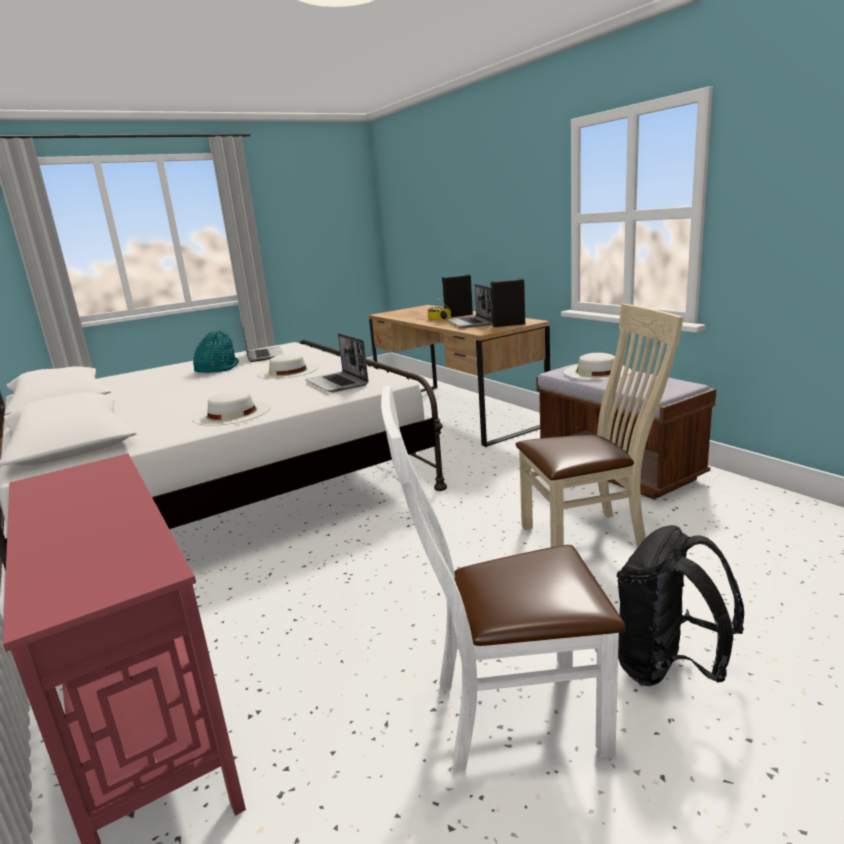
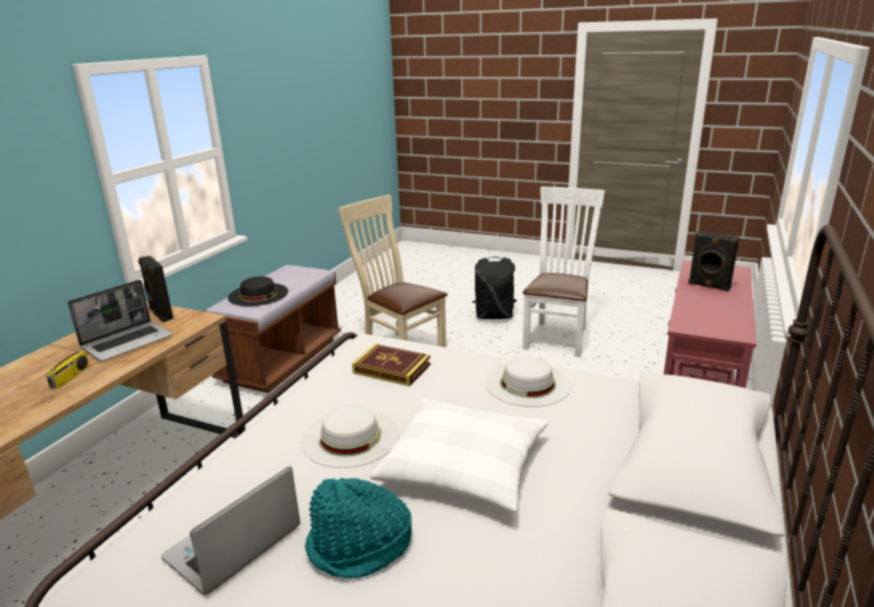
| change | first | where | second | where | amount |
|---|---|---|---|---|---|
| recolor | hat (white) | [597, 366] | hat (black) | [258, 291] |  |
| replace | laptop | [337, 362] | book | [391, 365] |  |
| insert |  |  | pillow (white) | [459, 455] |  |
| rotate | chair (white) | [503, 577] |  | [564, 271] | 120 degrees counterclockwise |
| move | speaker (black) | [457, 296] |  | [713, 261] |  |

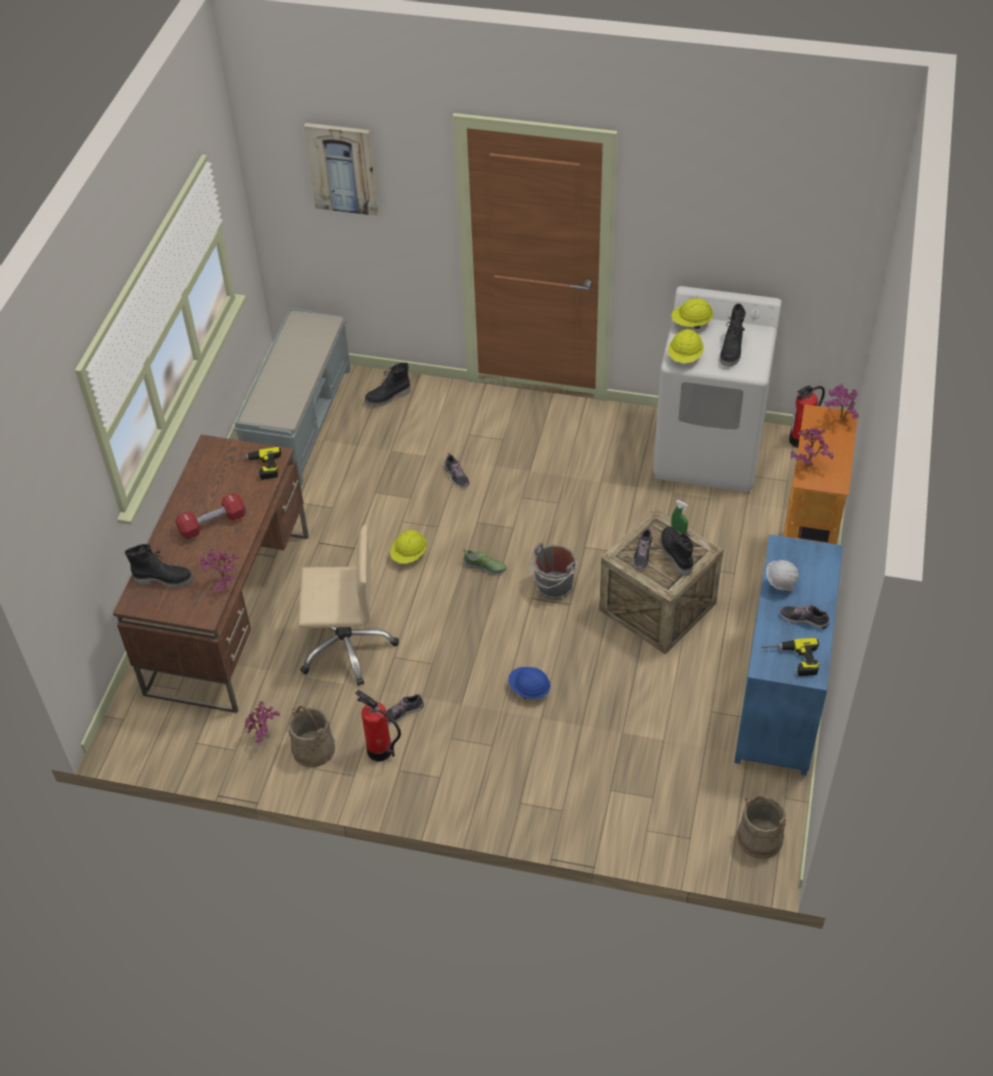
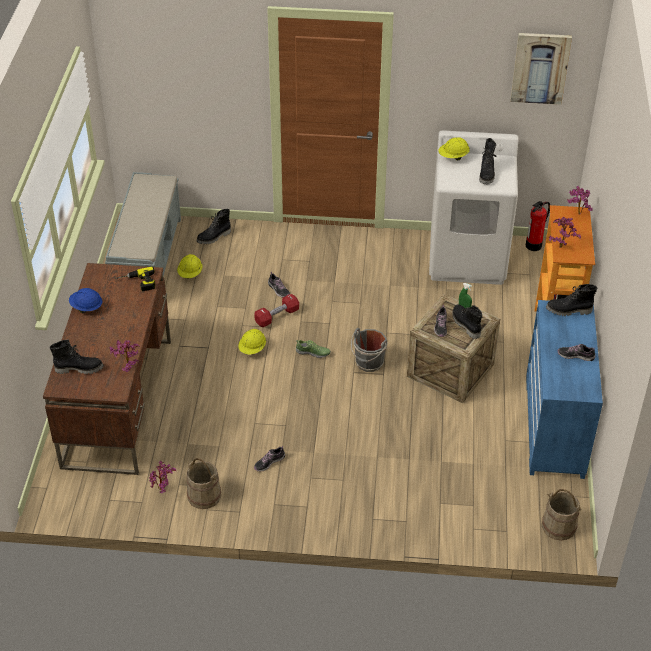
| change | first | where | second | where | amount |
|---|---|---|---|---|---|
| move | hard hat (blue) | [529, 683] |  | [86, 300] |  |
| move | hard hat (yellow) | [686, 346] |  | [190, 266] |  |
| move | dumbbell (red) | [211, 516] |  | [276, 310] |  |
| move | picture | [341, 169] |  | [541, 69] |  |
| insert |  |  | boot (black) | [571, 300] |  |
| delete | office chair (beige) | [348, 605] |  |  |  |
| delete | fire extinguisher | [378, 726] |  |  |  |
| delete | power drill | [790, 657] |  |  |  |
| delete | hard hat (white) | [782, 575] |  |  |  |

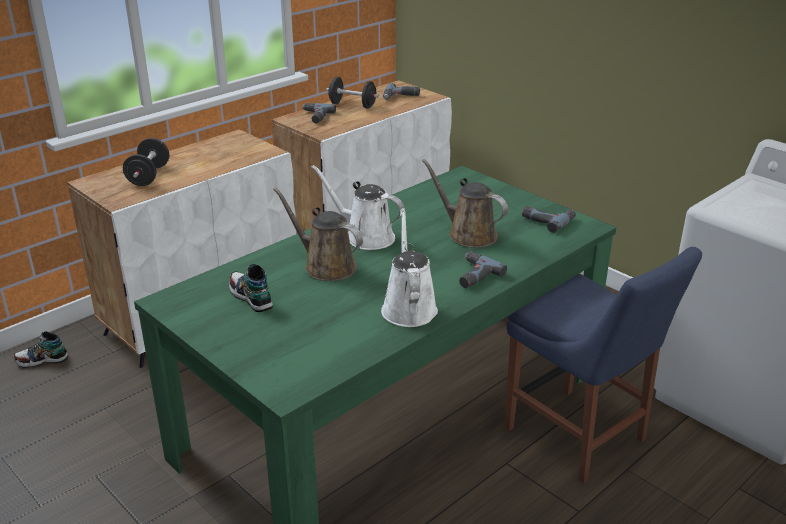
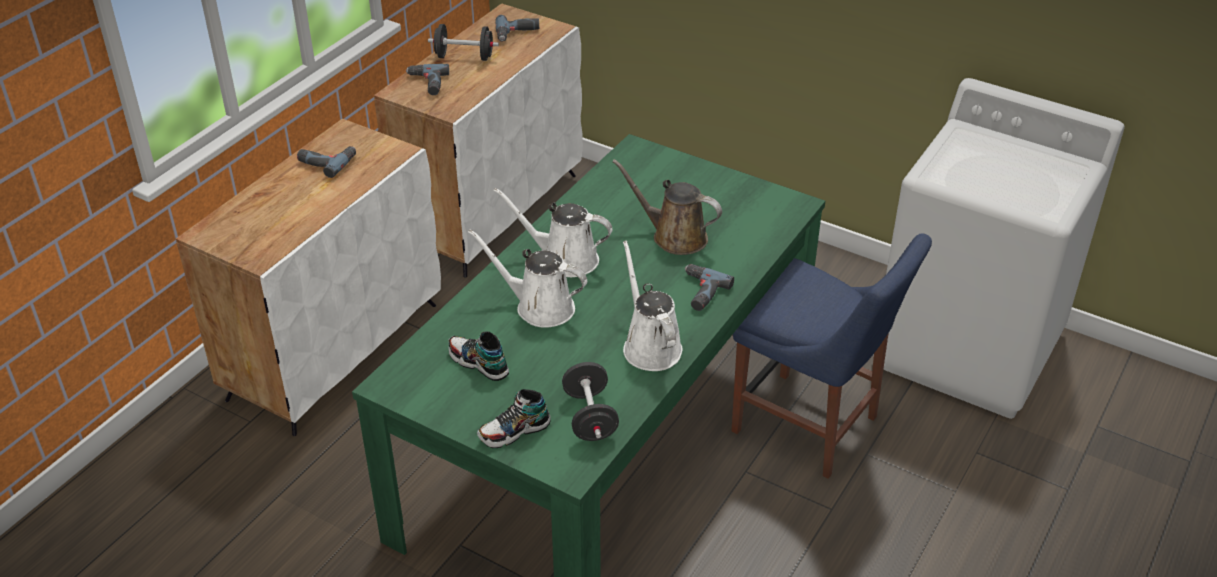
| change | first | where | second | where | amount |
|---|---|---|---|---|---|
| move | power drill | [549, 219] |  | [326, 162] |  |
| recolor | watering can (brown) | [318, 234] | watering can (white) | [527, 278] |  |
| move | shoe | [40, 349] |  | [514, 418] |  |
| move | dumbbell (black) | [146, 162] |  | [590, 401] |  |

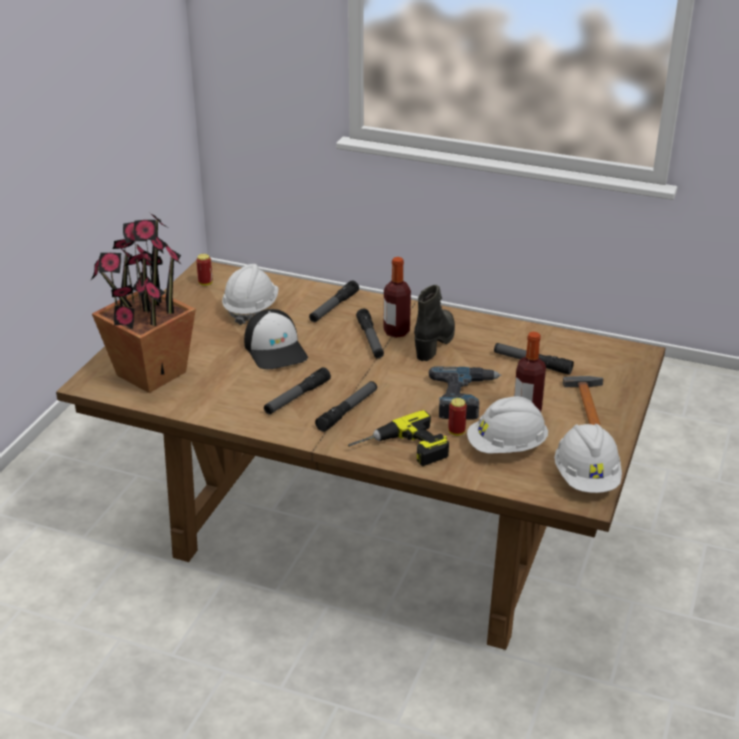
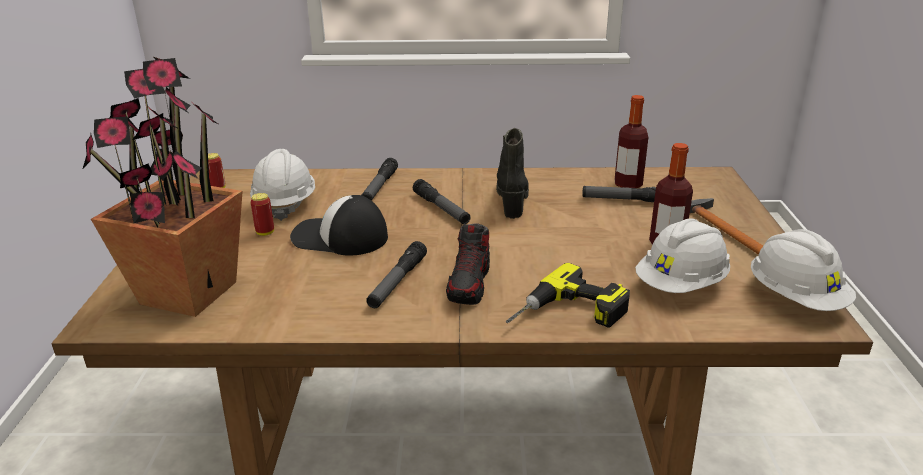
| change | first | where | second | where | amount |
|---|---|---|---|---|---|
| move | can | [457, 417] |  | [262, 214] |  |
| rotate | cap | [276, 339] |  | [339, 225] | 150 degrees clockwise |
| replace | flashlight | [346, 406] | shoe | [468, 264] |  |
| move | bottle | [397, 297] |  | [631, 141] |  |
| delete | power drill | [465, 393] |  |  |  |

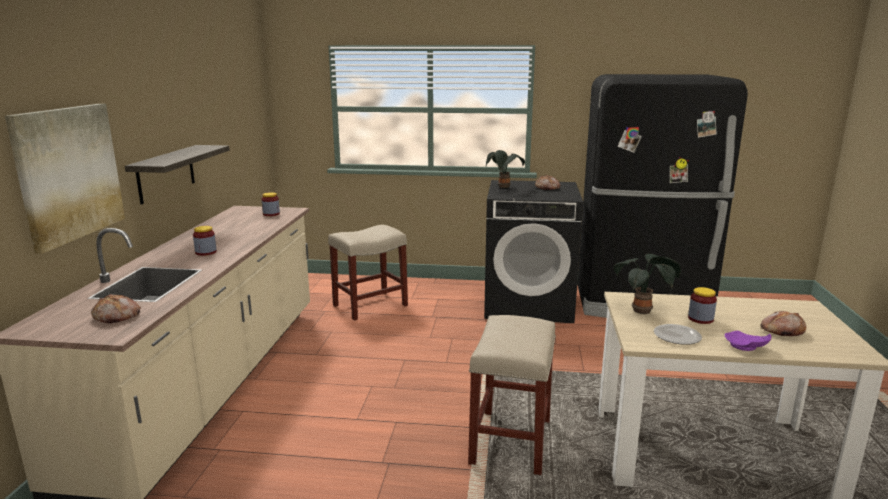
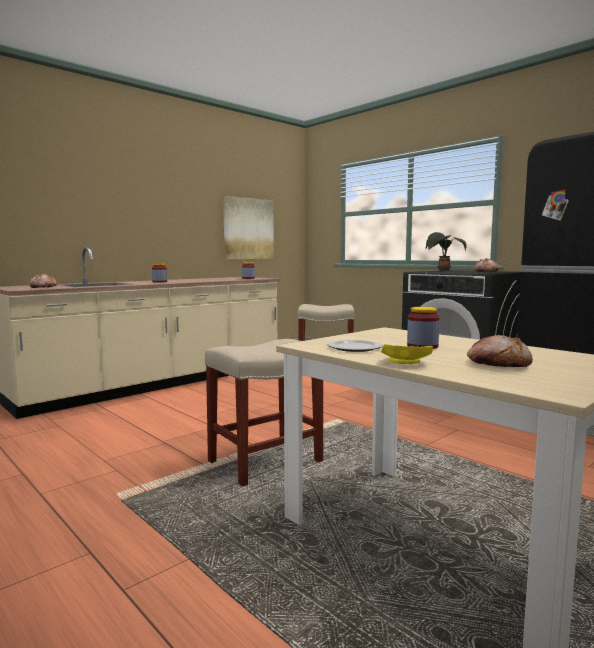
| change | first | where | second | where | amount |
|---|---|---|---|---|---|
| move | picture | [65, 179] |  | [248, 227] |  |
| recolor | plate (purple) | [748, 341] | plate (yellow) | [407, 354] |  |
| delete | shelf | [177, 174] |  |  |  |
| delete | potted plant | [647, 284] |  |  |  |

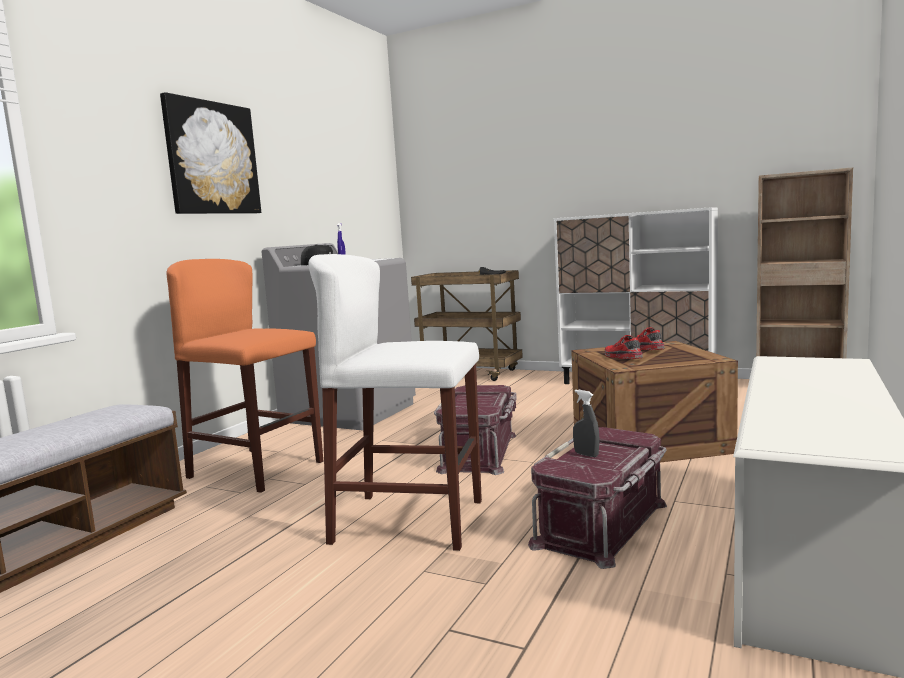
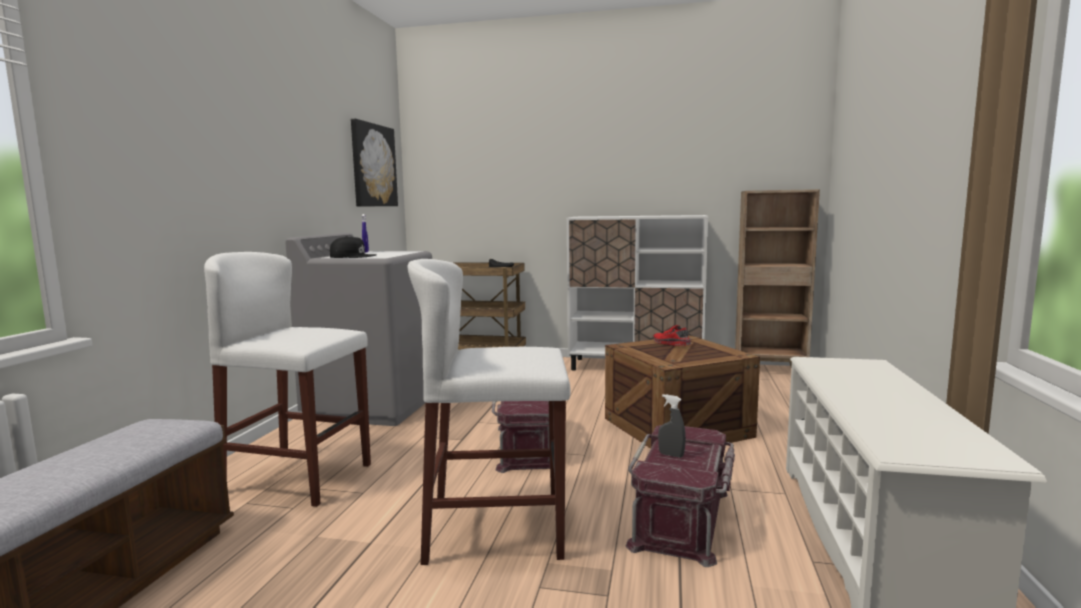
| change | first | where | second | where | amount |
|---|---|---|---|---|---|
| recolor | stool (orange) | [244, 376] | stool (white) | [287, 379] |  |
| move | picture | [210, 153] |  | [374, 162] |  |
| delete | shoe (red) | [624, 347] |  |  |  |

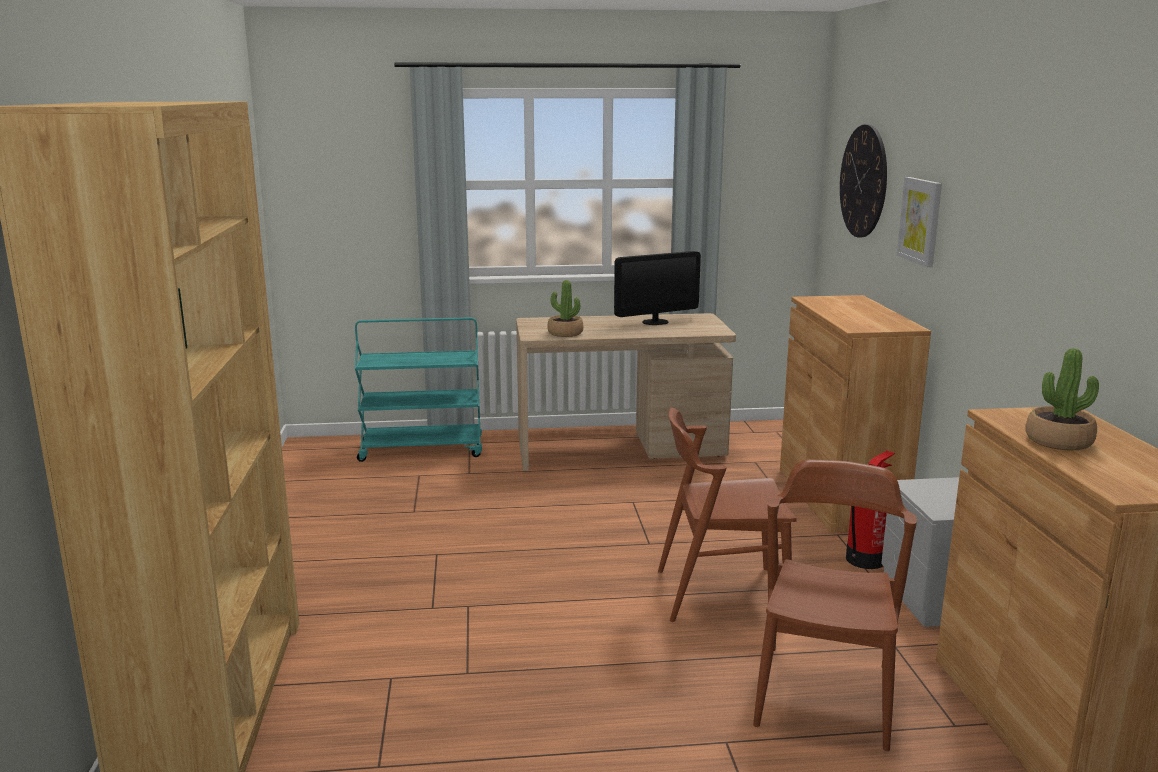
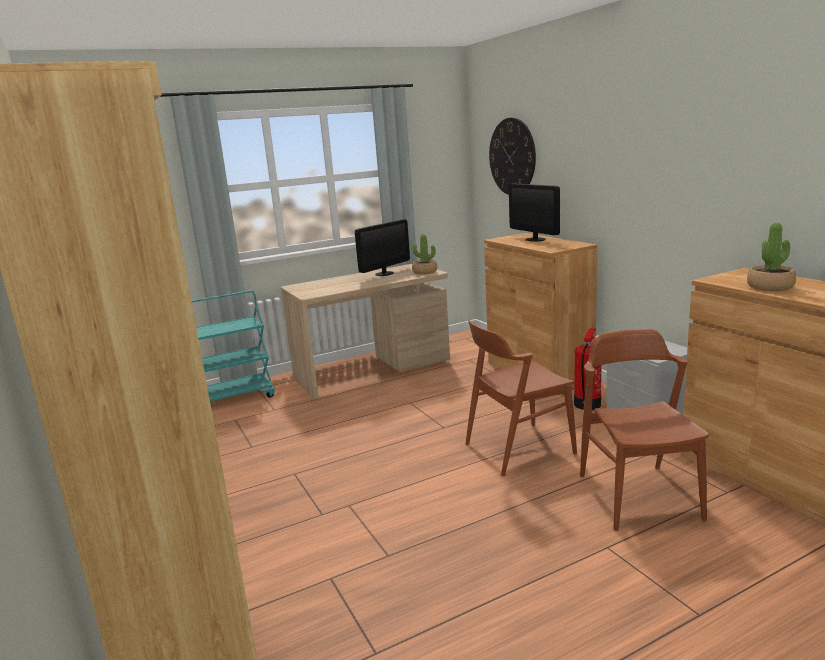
| change | first | where | second | where | amount |
|---|---|---|---|---|---|
| move | potted plant | [565, 308] |  | [424, 254] |  |
| insert |  |  | monitor | [534, 213] |  |
| delete | picture | [919, 222] |  |  |  |

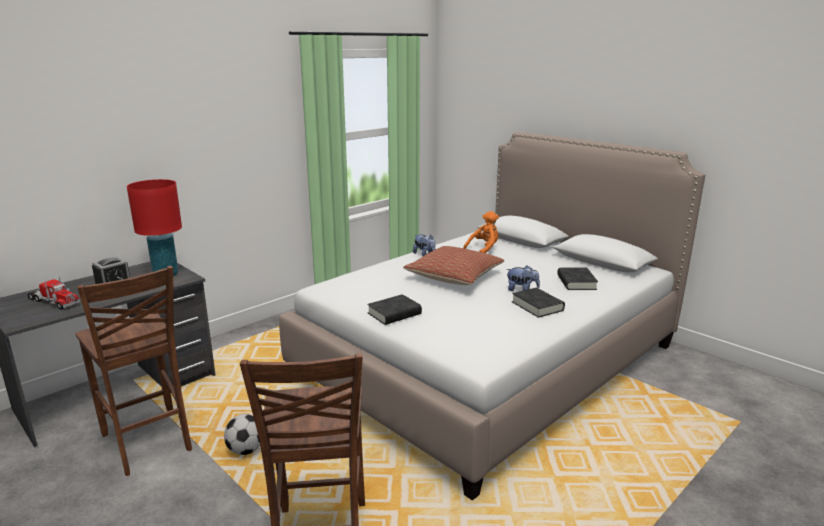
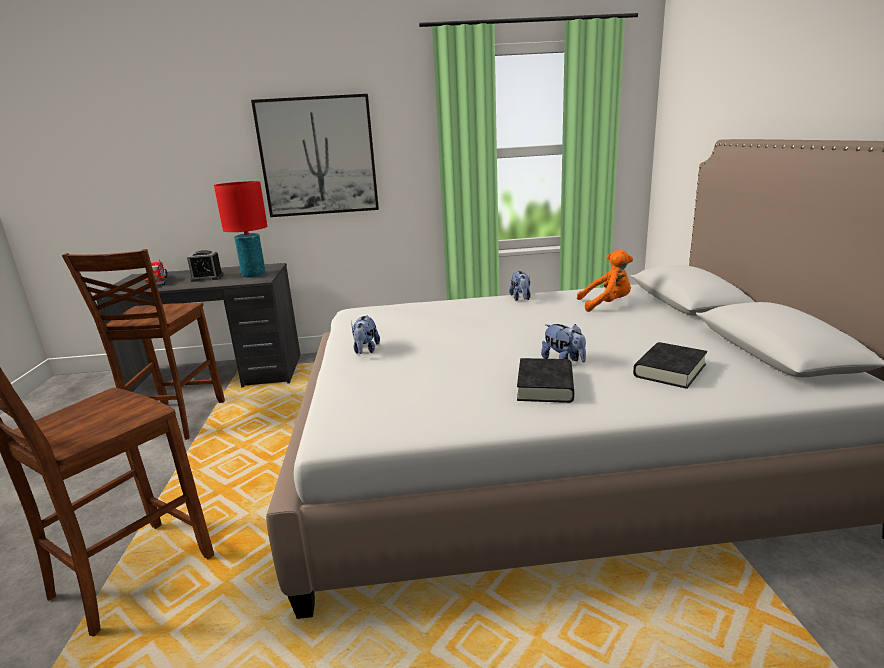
| change | first | where | second | where | amount |
|---|---|---|---|---|---|
| insert |  |  | picture | [315, 155] |  |
| replace | book (black) | [394, 309] | plush toy | [365, 334] |  |
| delete | football | [242, 434] |  |  |  |
| delete | pillow | [453, 265] |  |  |  |

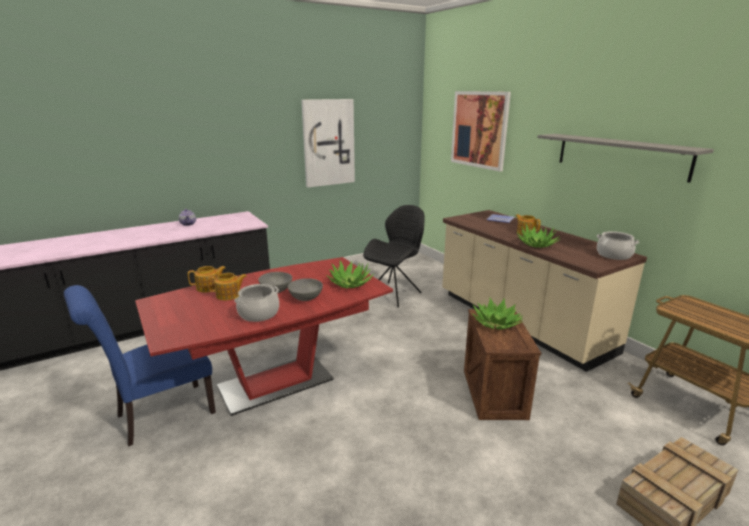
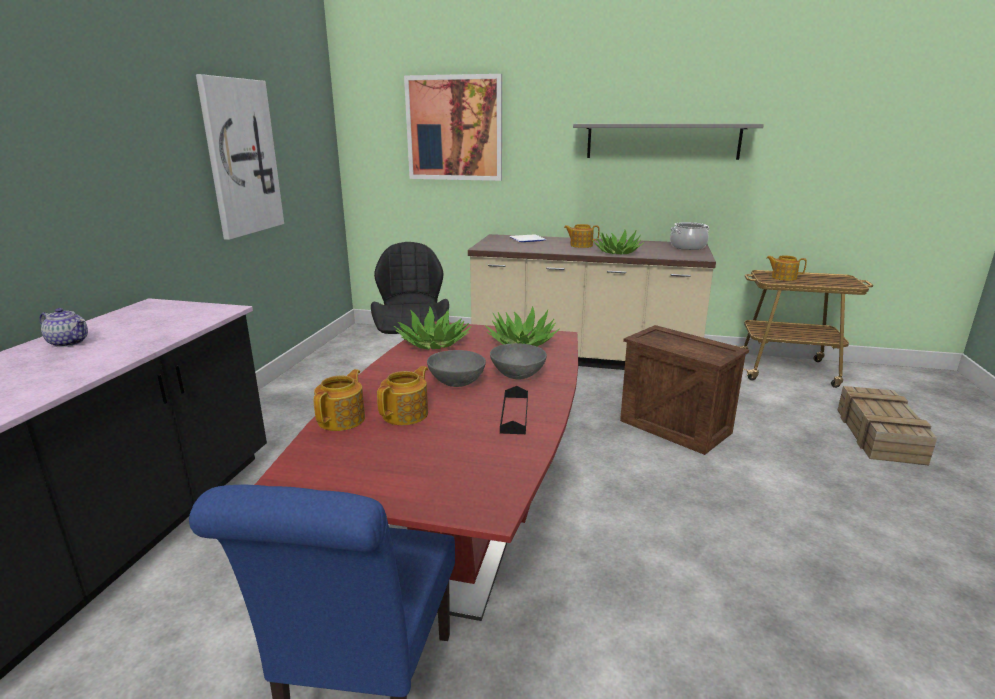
| change | first | where | second | where | amount |
|---|---|---|---|---|---|
| move | potted plant | [497, 314] |  | [433, 328] |  |
| replace | cooking pot | [256, 303] | tray (black) | [514, 410] |  |
| insert |  |  | teapot | [787, 268] |  |

